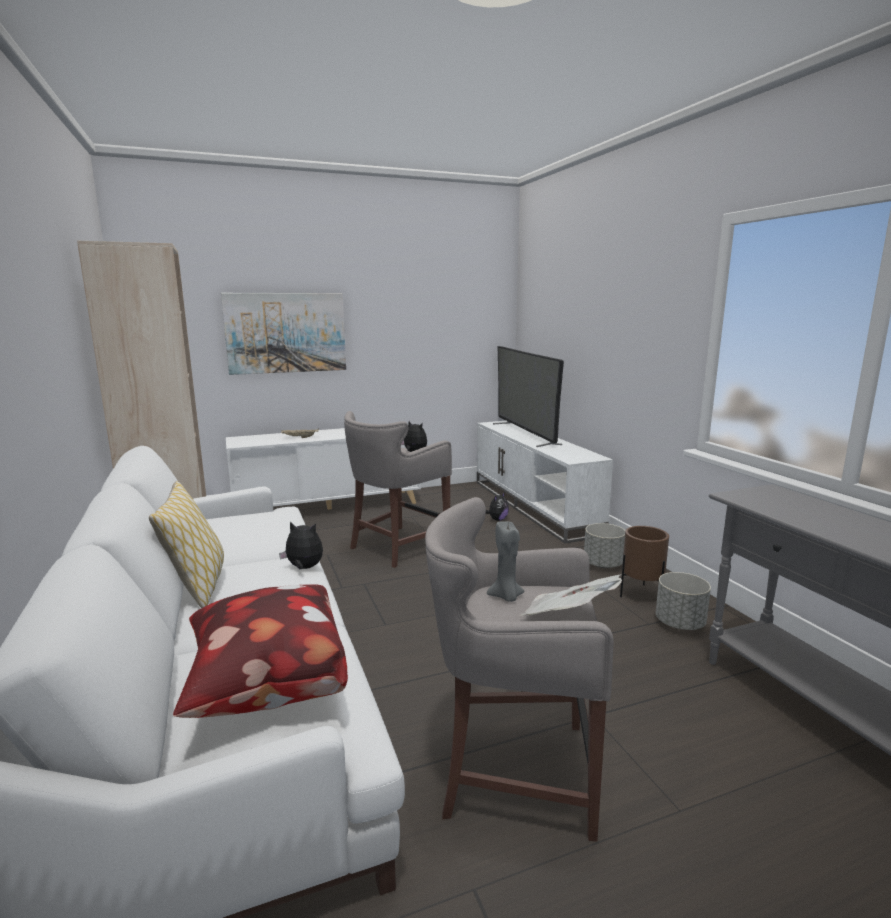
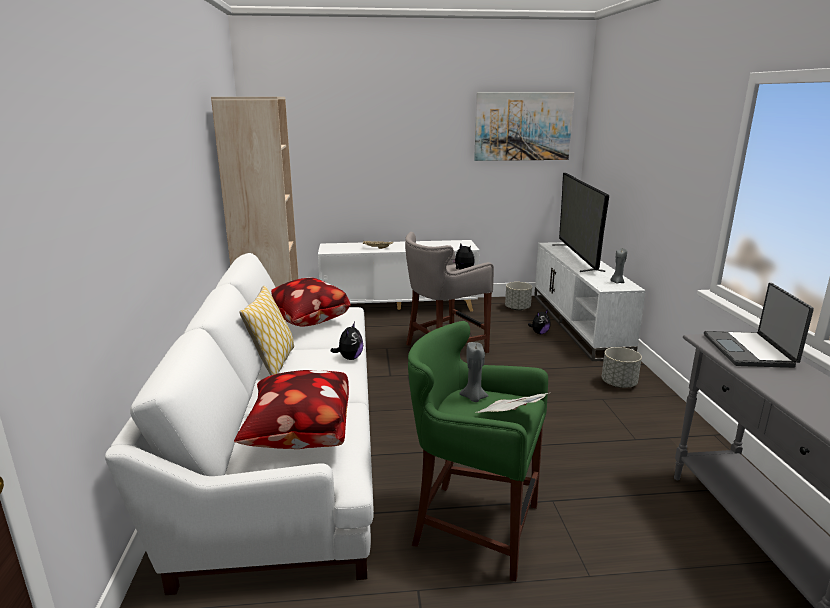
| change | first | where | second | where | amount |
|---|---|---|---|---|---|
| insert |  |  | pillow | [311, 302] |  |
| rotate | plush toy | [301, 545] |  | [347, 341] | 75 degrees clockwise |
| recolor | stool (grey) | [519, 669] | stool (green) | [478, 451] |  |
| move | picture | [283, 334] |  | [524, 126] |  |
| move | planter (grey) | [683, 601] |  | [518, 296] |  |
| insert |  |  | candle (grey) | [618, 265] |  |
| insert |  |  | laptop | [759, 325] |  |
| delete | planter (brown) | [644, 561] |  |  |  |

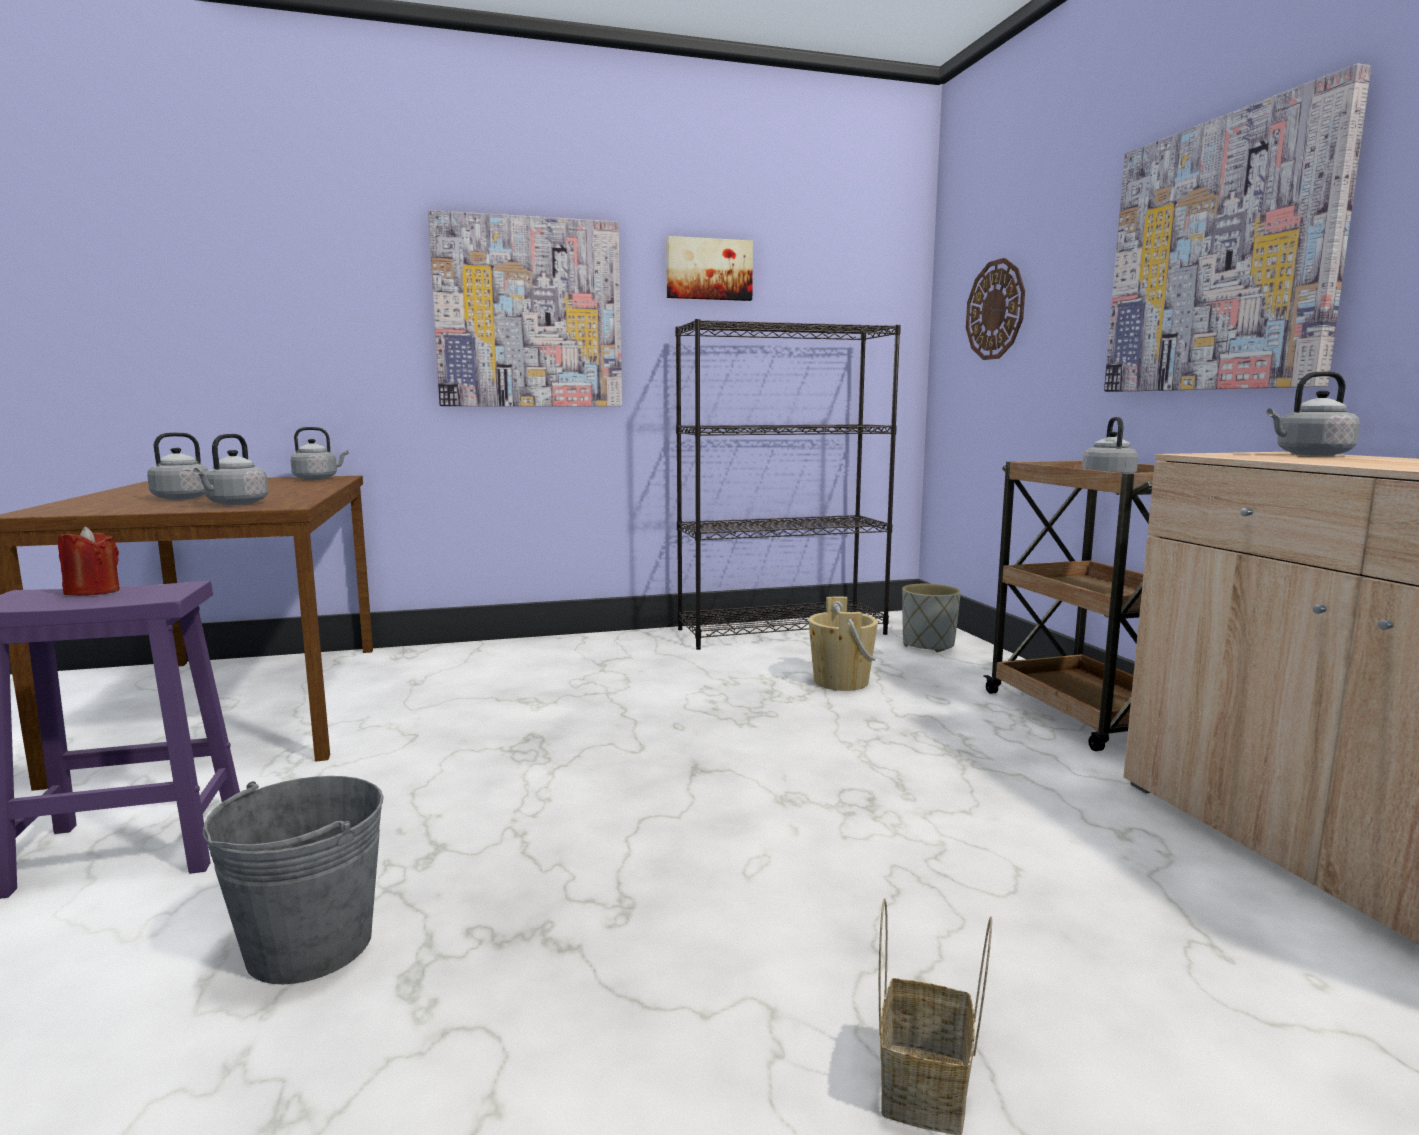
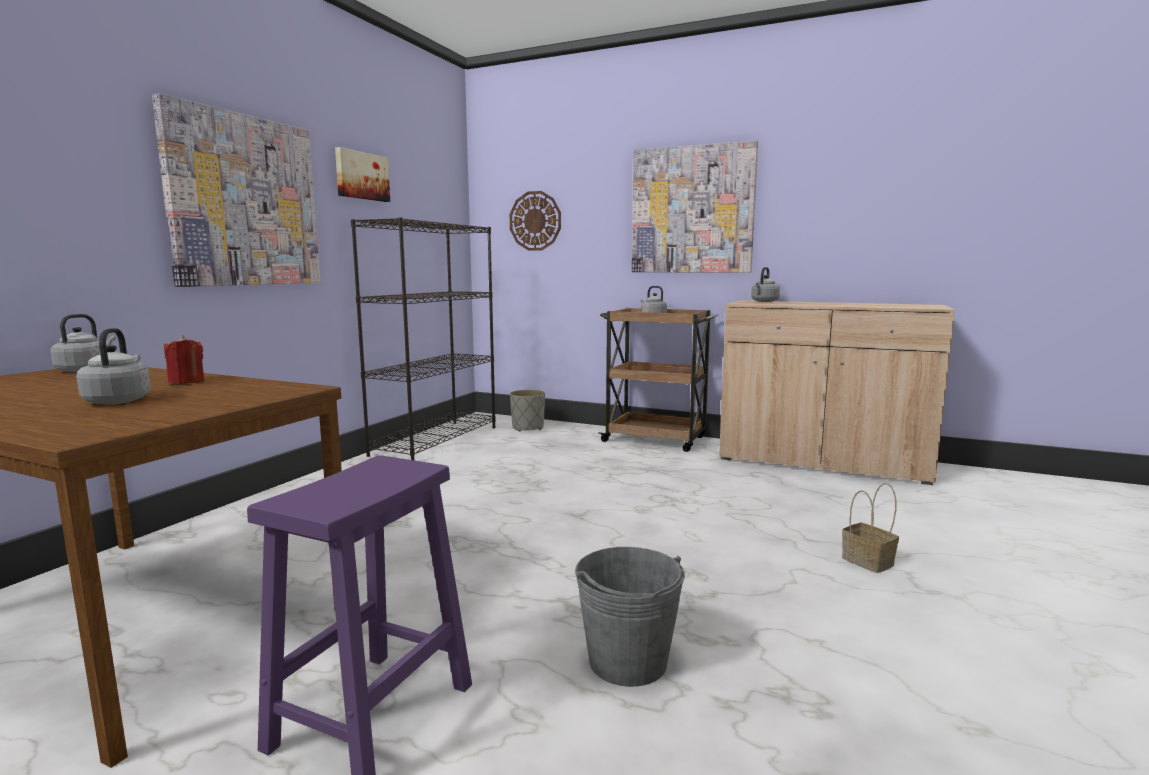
| change | first | where | second | where | amount |
|---|---|---|---|---|---|
| move | candle (red) | [89, 561] |  | [184, 359] |  |
| delete | kettle (grey) | [230, 469] |  |  |  |
| delete | bucket (beige) | [843, 644] |  |  |  |

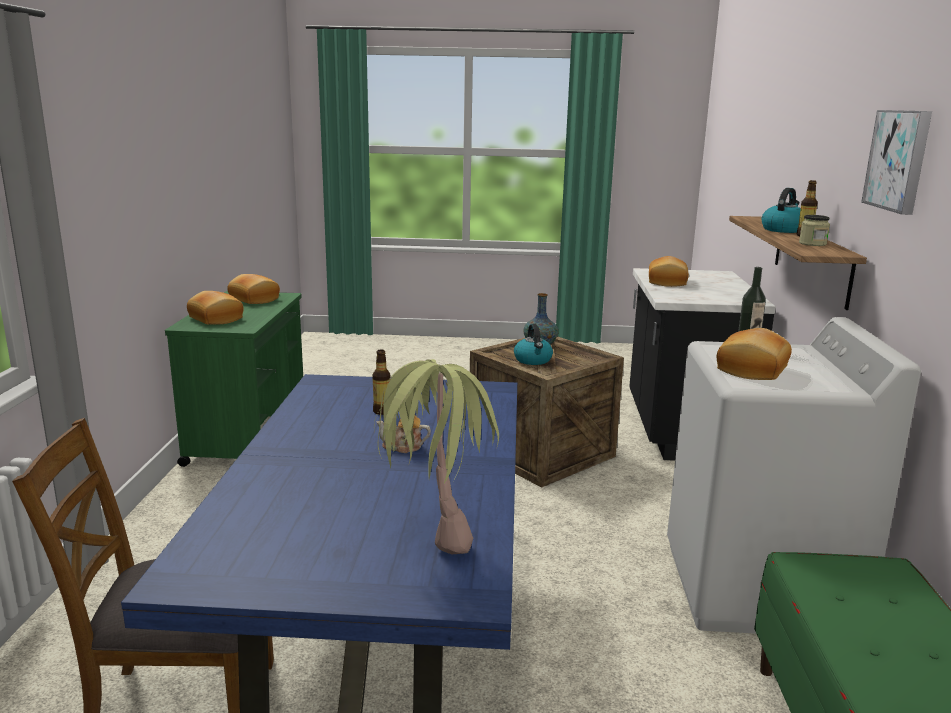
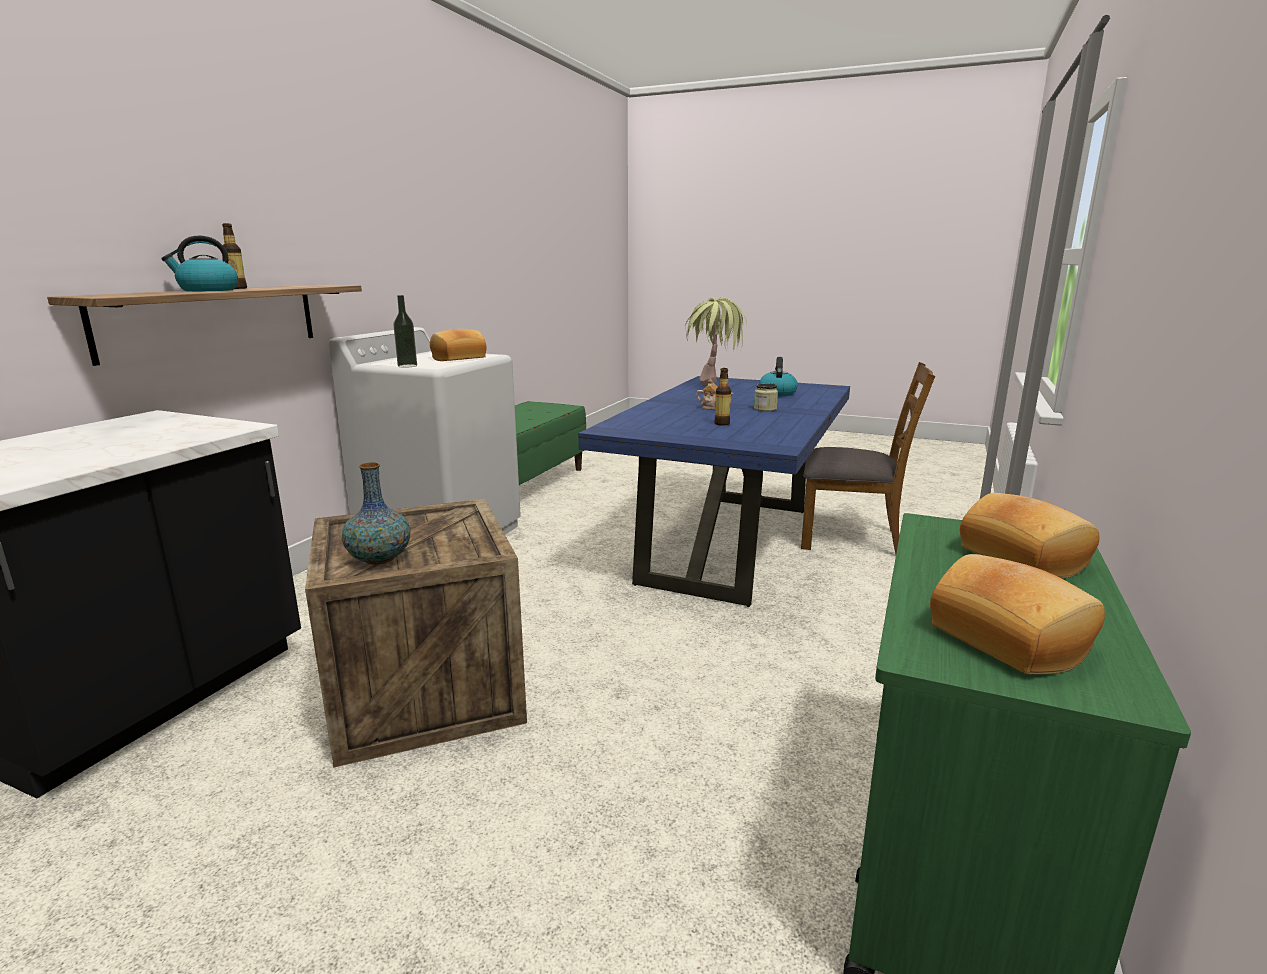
| change | first | where | second | where | amount |
|---|---|---|---|---|---|
| move | jar | [814, 230] |  | [766, 397] |  |
| move | kettle | [533, 344] |  | [778, 376] |  |
| delete | bread | [669, 271] |  |  |  |
| delete | picture | [896, 162] |  |  |  |

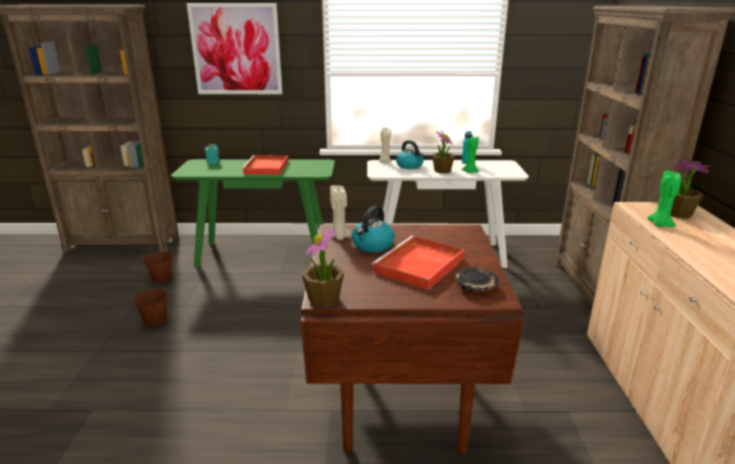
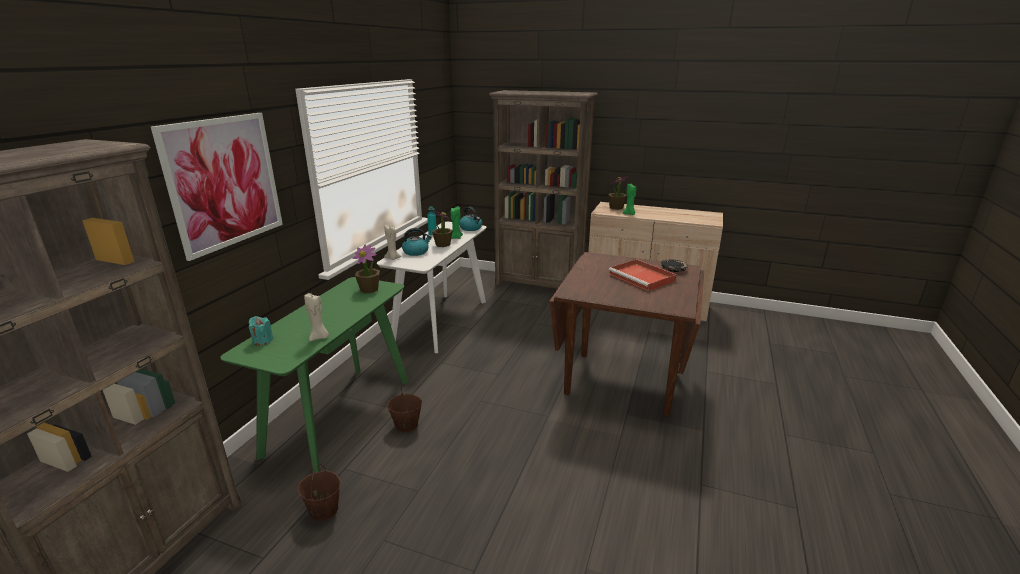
| change | first | where | second | where | amount |
|---|---|---|---|---|---|
| move | candle (beige) | [341, 212] |  | [316, 317] |  |
| move | potted plant | [322, 267] |  | [366, 268] |  |
| move | bucket (brown) | [150, 303] |  | [404, 409] |  |
| move | kettle | [373, 229] |  | [470, 219] |  |
| delete | tray (red) | [264, 165] |  |  |  |

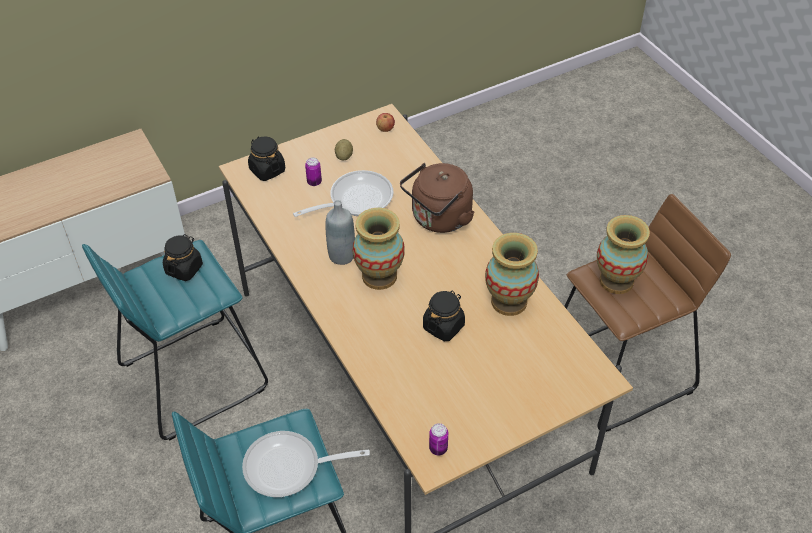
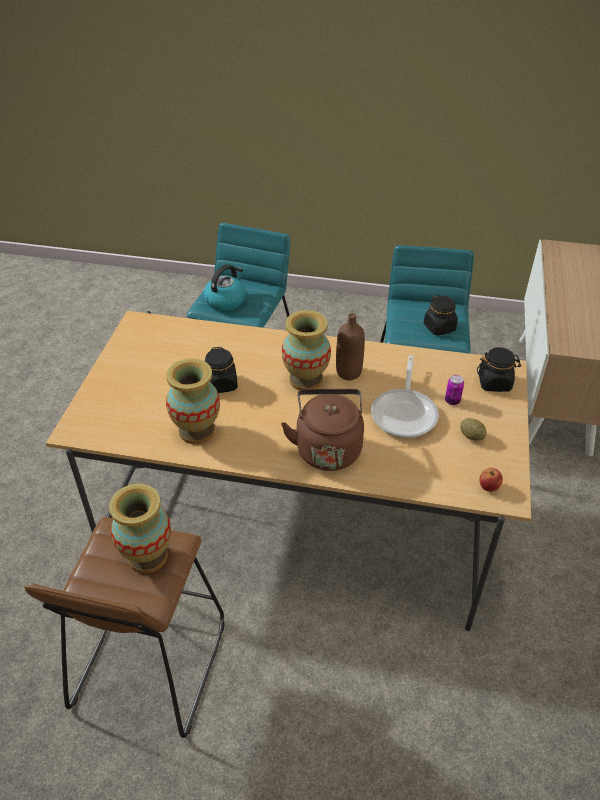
| change | first | where | second | where | amount |
|---|---|---|---|---|---|
| replace | frying pan | [306, 464] | kettle | [225, 287] |  |
| recolor | bottle (grey) | [340, 232] | bottle (brown) | [350, 346] |  |
| delete | can | [438, 439] |  |  |  |

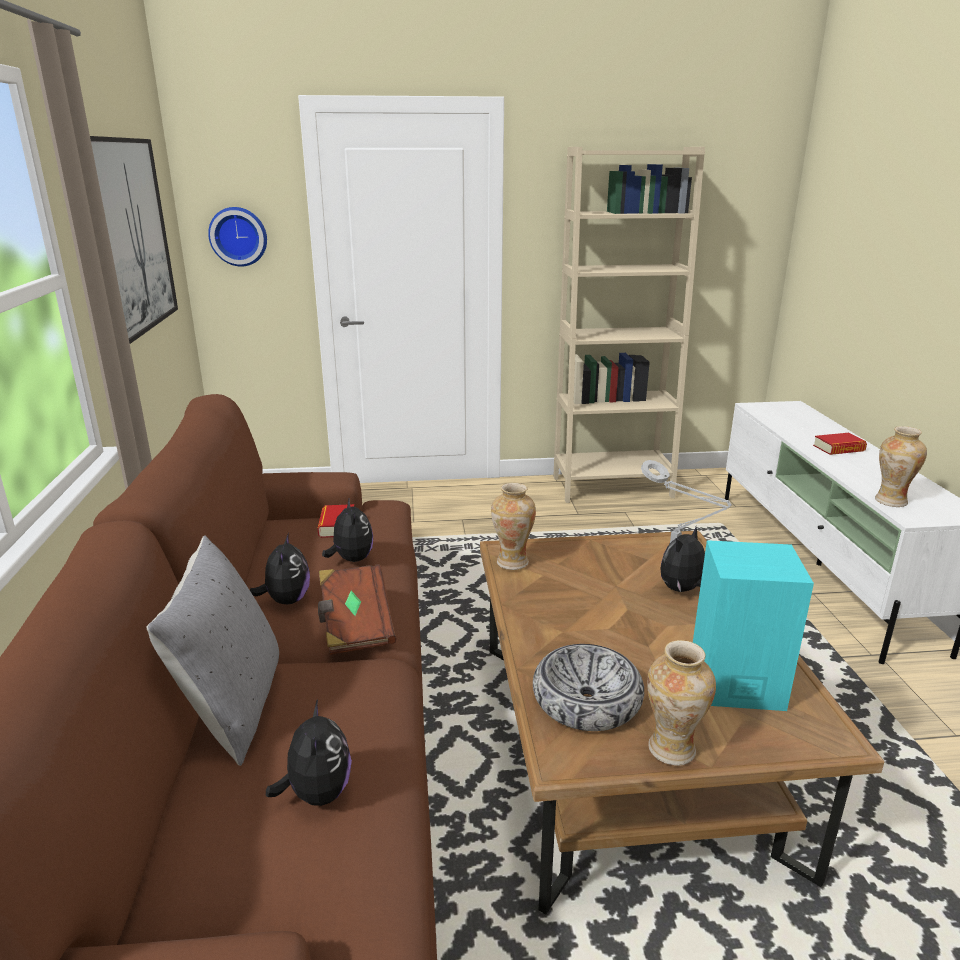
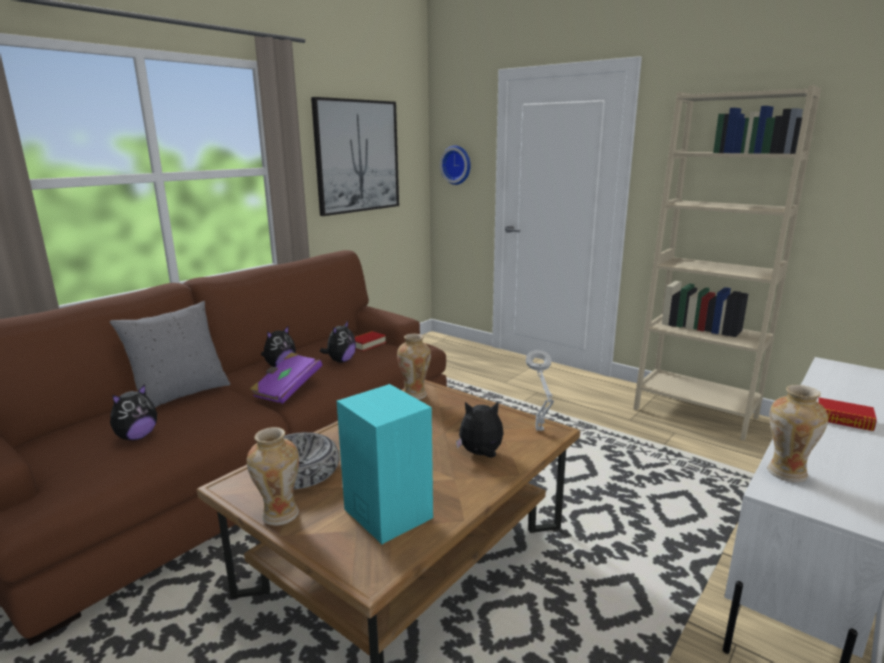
| change | first | where | second | where | amount |
|---|---|---|---|---|---|
| recolor | book (brown) | [357, 609] | book (purple) | [286, 378] |  |

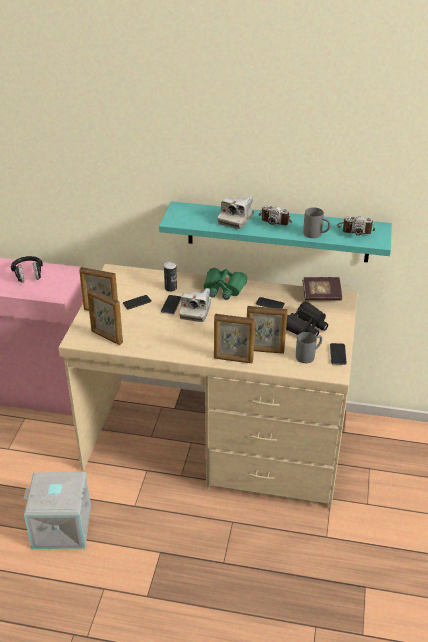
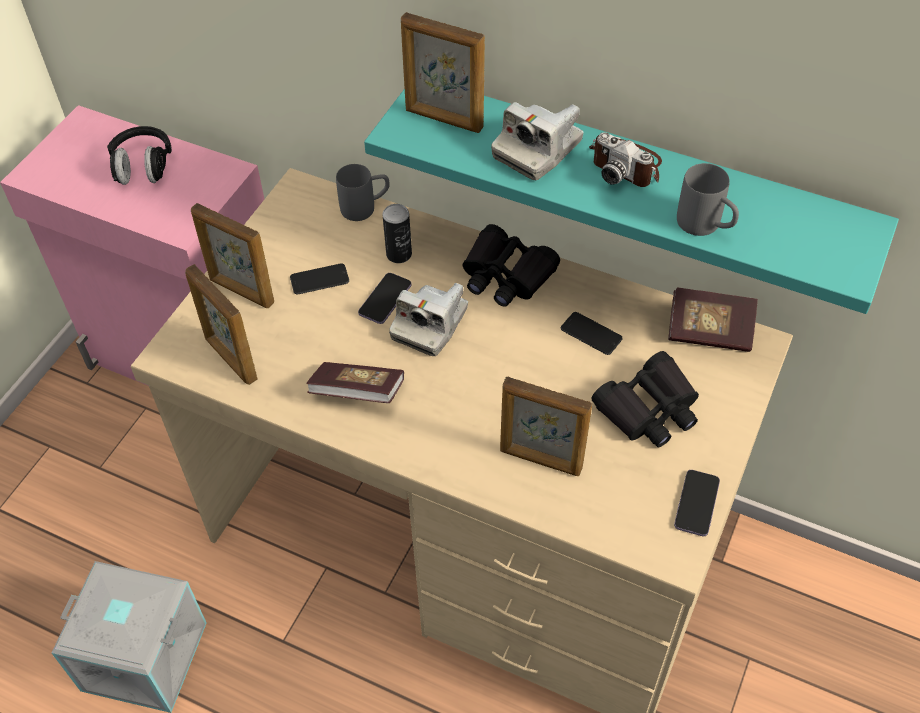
| change | first | where | second | where | amount |
|---|---|---|---|---|---|
| insert |  |  | book | [355, 382] |  |
| move | mug (grey) | [309, 347] |  | [362, 192] |  |
| move | picture frame | [234, 338] |  | [443, 72] |  |
| recolor | binoculars (green) | [225, 284] | binoculars (black) | [511, 265] |  |
| delete | photo camera | [356, 226] |  |  |  |

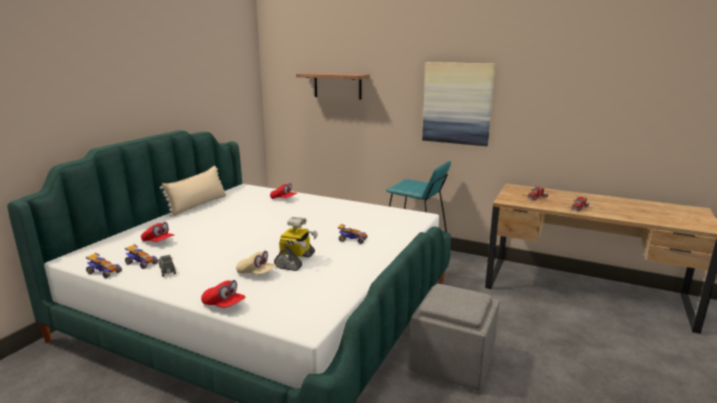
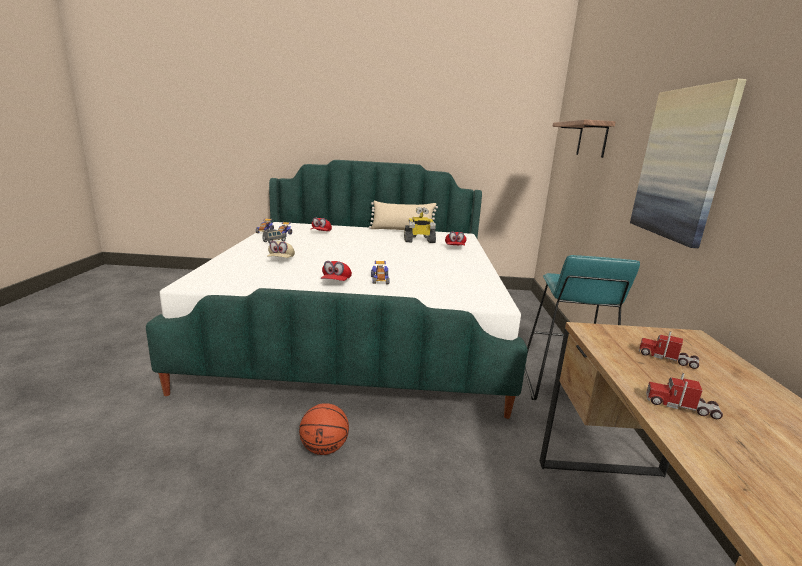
| change | first | where | second | where | amount |
|---|---|---|---|---|---|
| replace | ottoman (grey) | [454, 337] | basketball | [324, 429] |  |
| move | cap (red) | [223, 294] |  | [336, 271] |  |
| move | toy robot | [296, 244] |  | [420, 225] |  |

